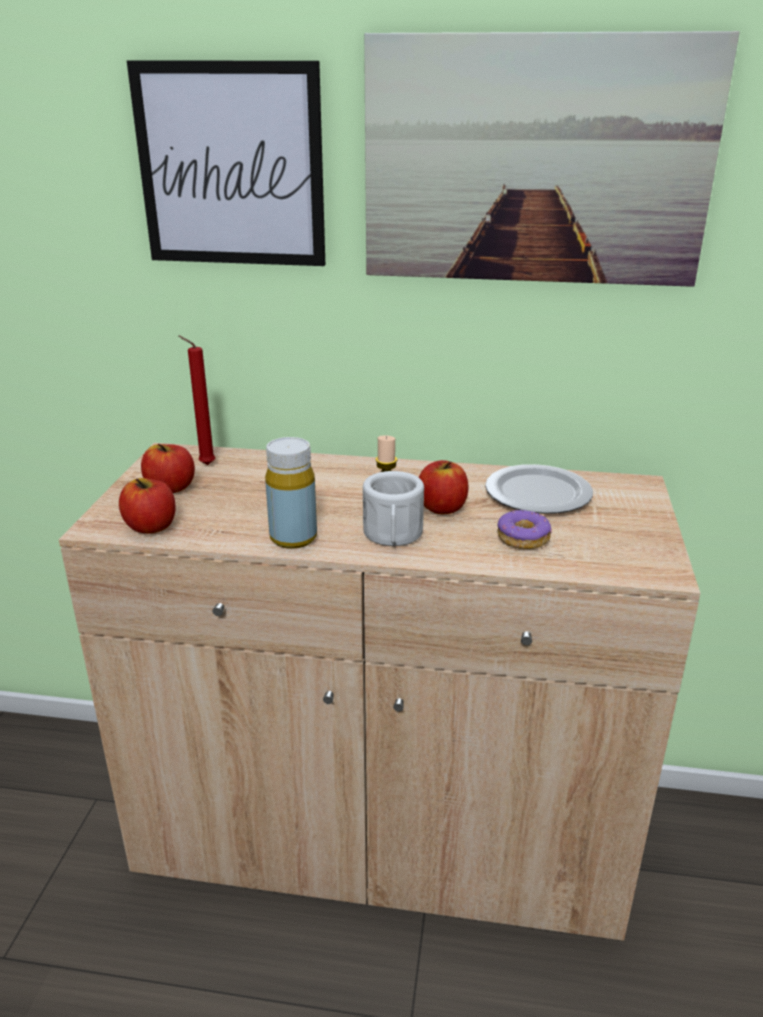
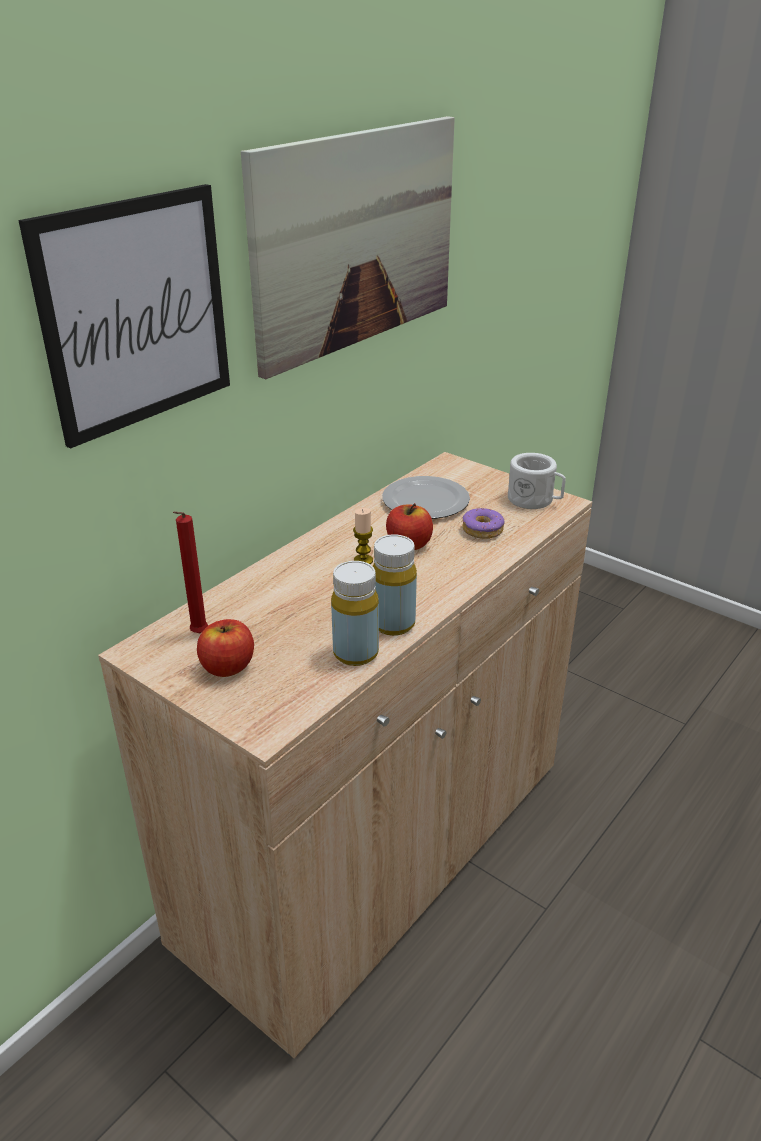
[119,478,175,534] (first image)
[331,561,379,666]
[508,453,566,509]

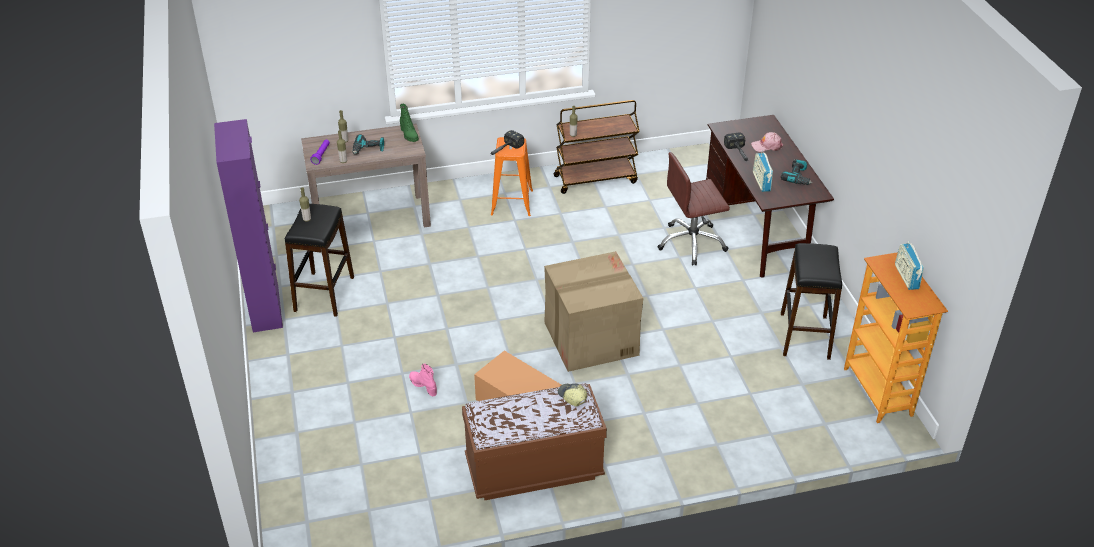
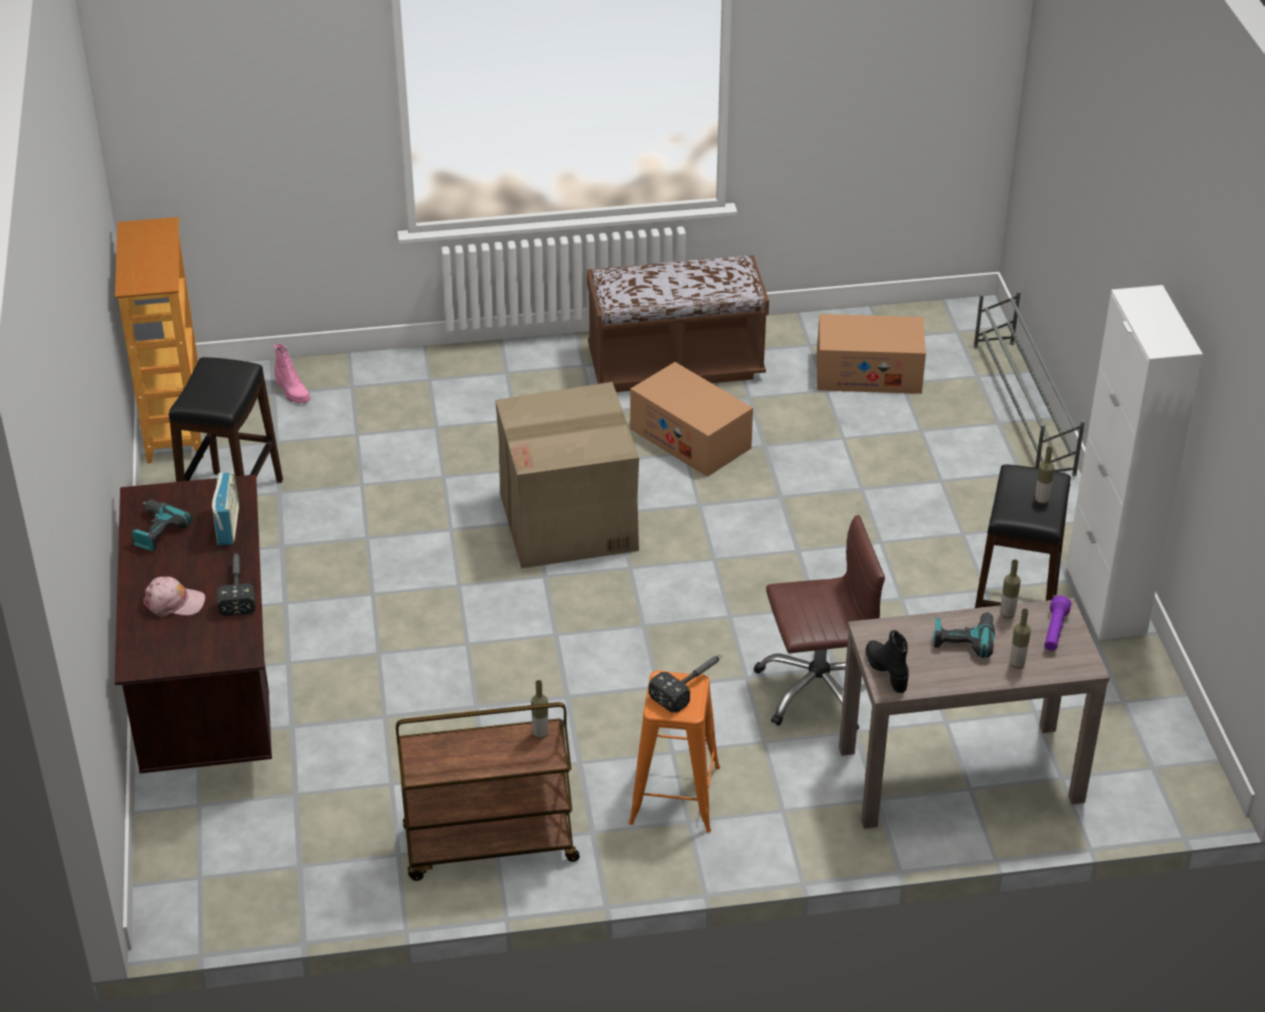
[558,384,587,407] (first image)
[895,241,924,290] (first image)
[817,314,926,394]
[973,291,1085,476]
[274,343,311,403]
[753,515,885,730]
[1066,285,1203,640]
[866,630,909,693]

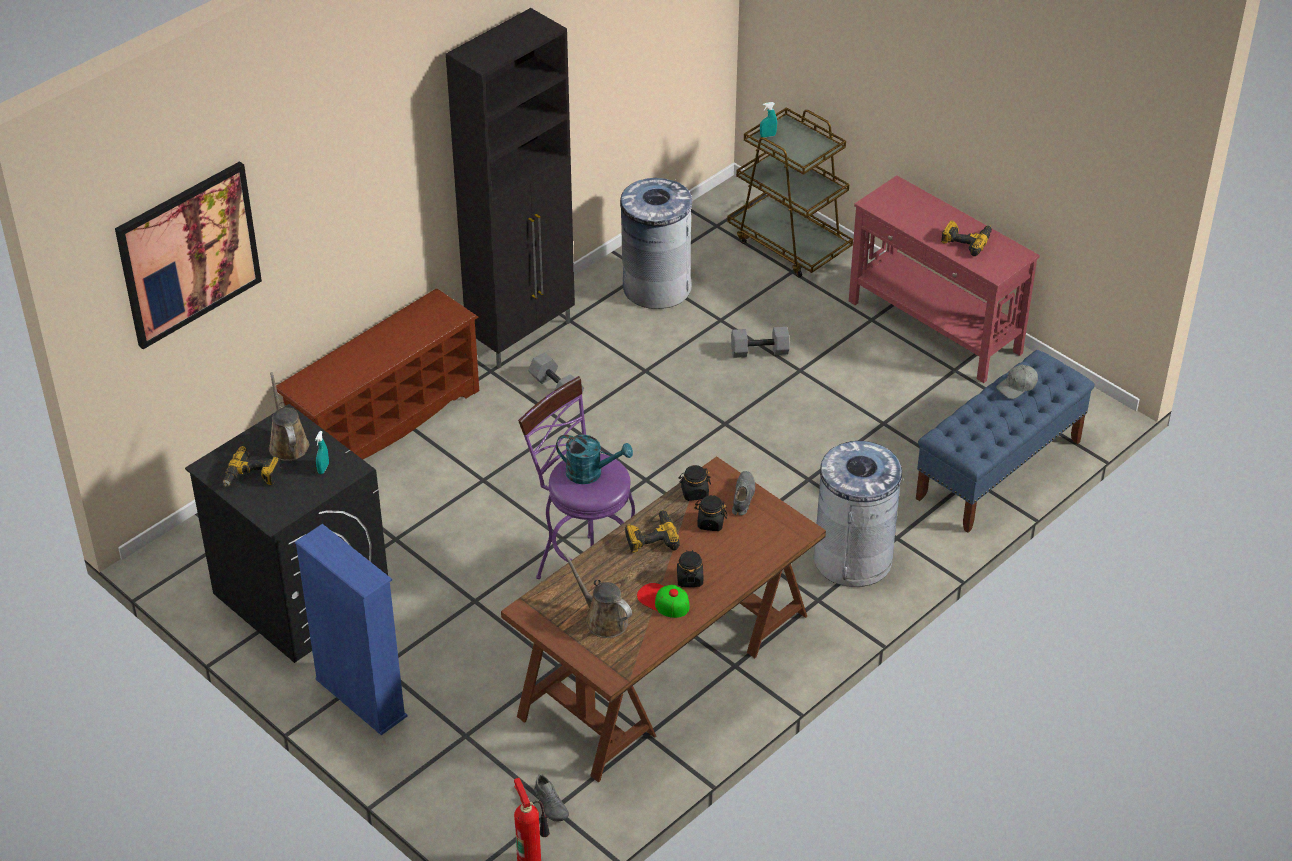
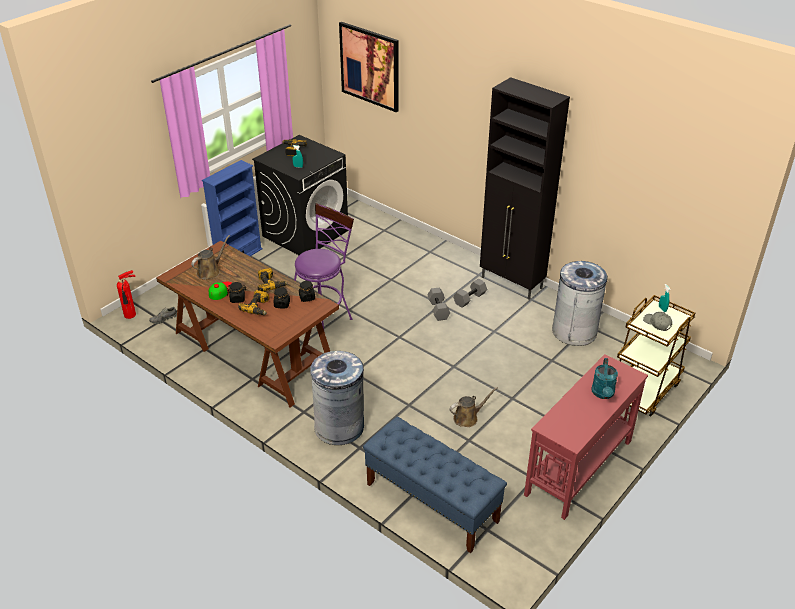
[276,289,479,459] (first image)
[732,471,755,515] (first image)
[449,387,498,427]
[592,358,618,399]
[427,288,450,321]
[238,290,269,315]
[643,312,672,331]

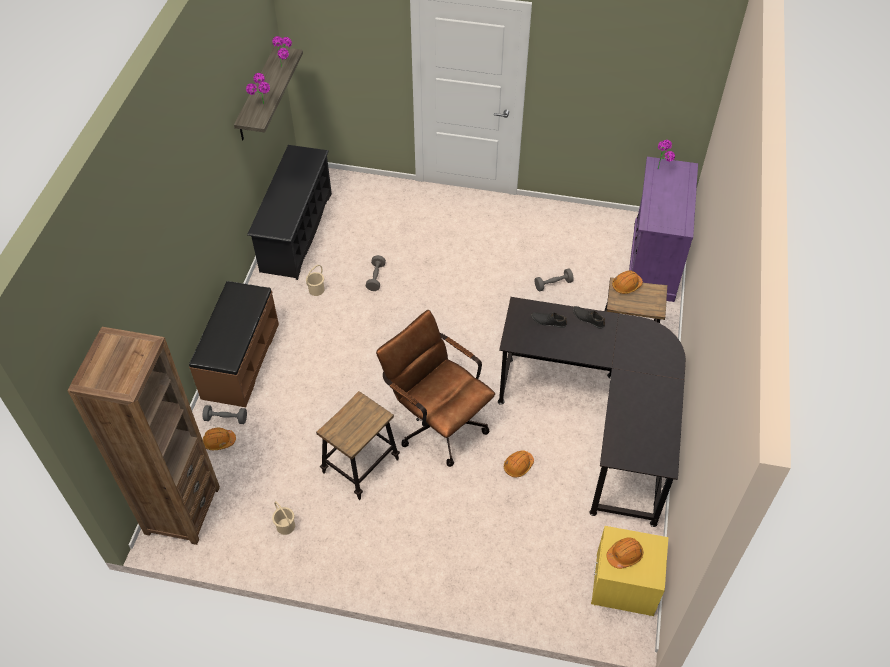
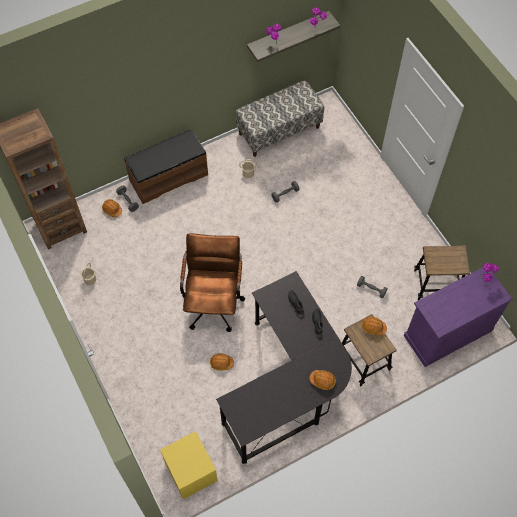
[414,245,470,300]
[309,370,336,390]
[236,80,324,157]

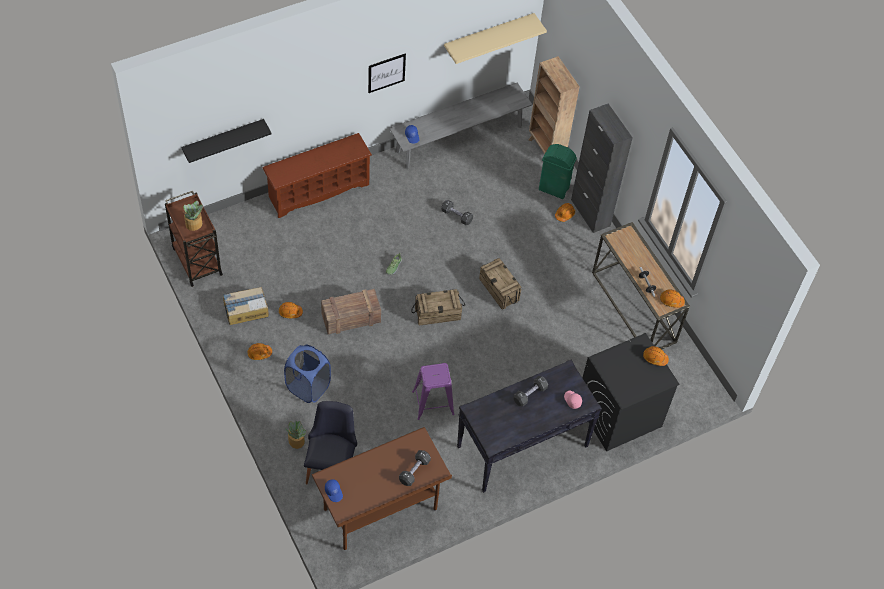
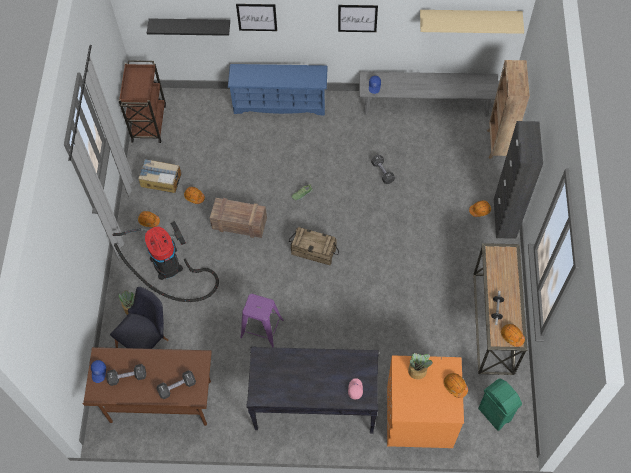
[479,258,521,309] (first image)
[236,4,277,31]
[408,353,433,379]
[106,364,146,386]
[478,379,522,431]
[113,221,219,302]
[228,64,328,116]
[387,356,464,448]

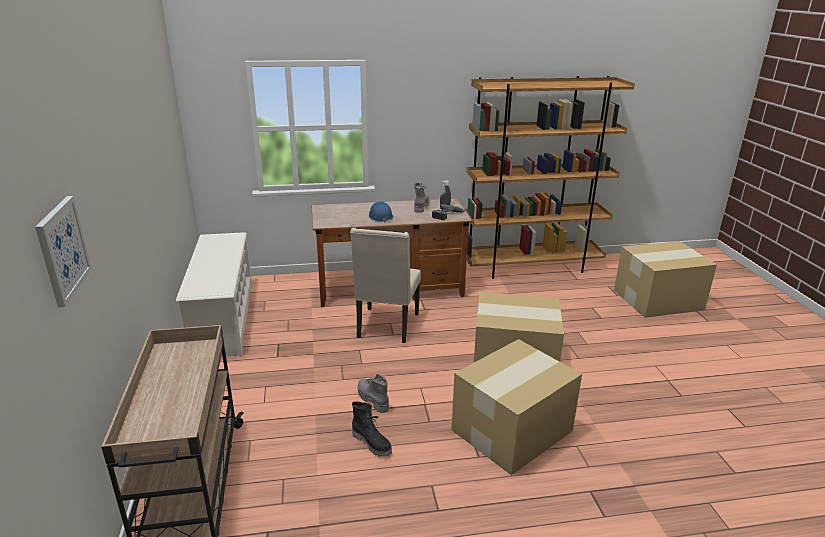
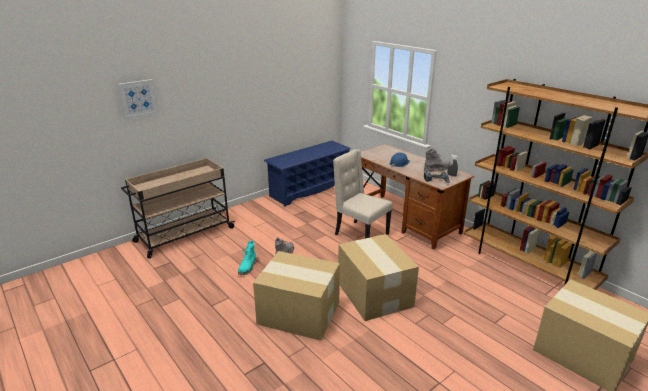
[264,141,351,207]
[238,241,256,275]
[333,149,392,238]

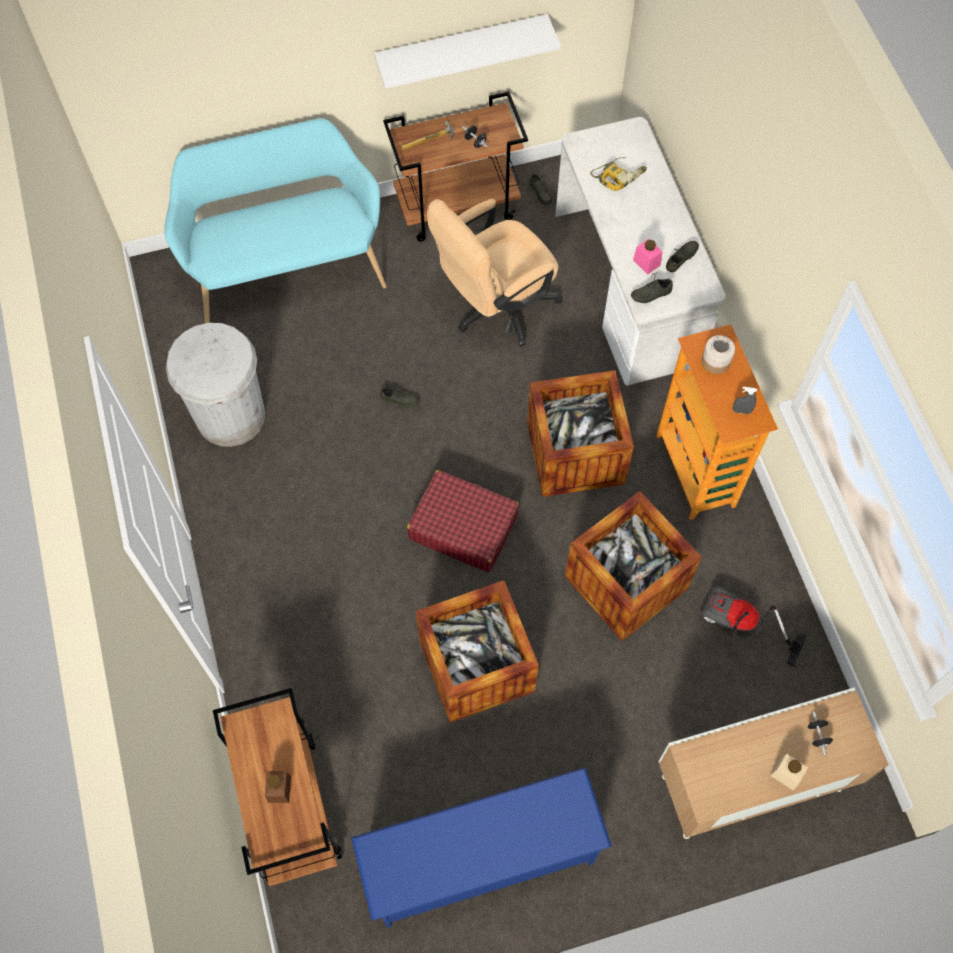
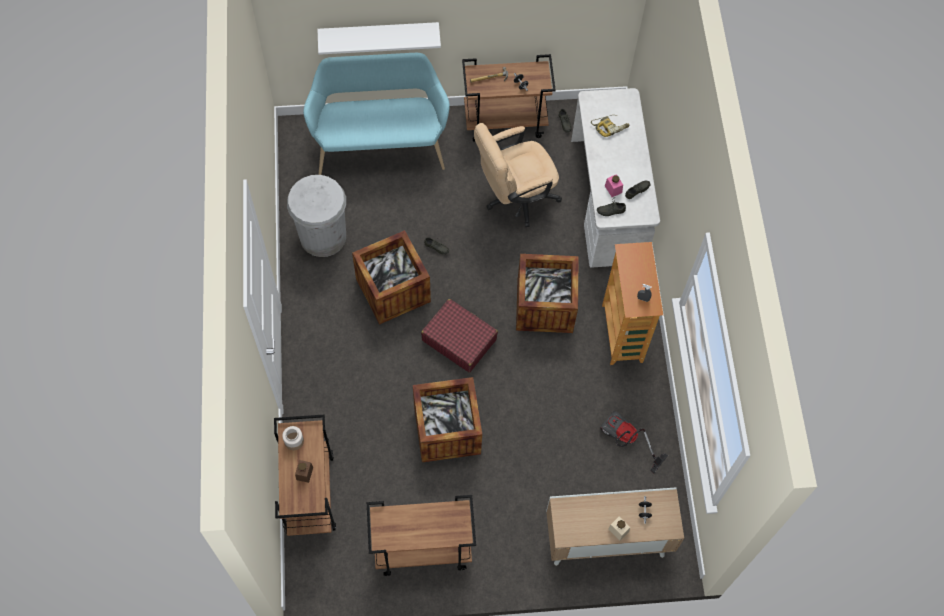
[317,22,441,55]
[352,230,431,325]
[282,426,304,450]
[367,495,476,576]

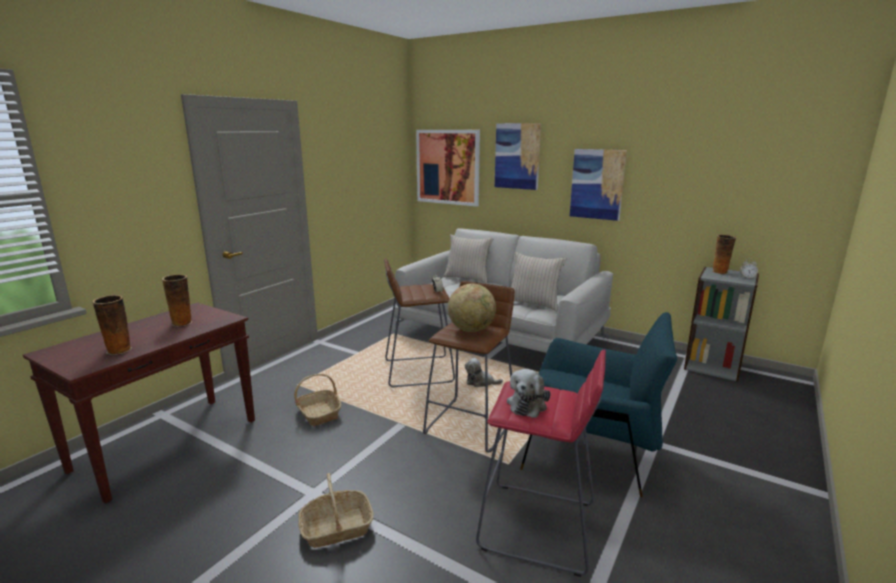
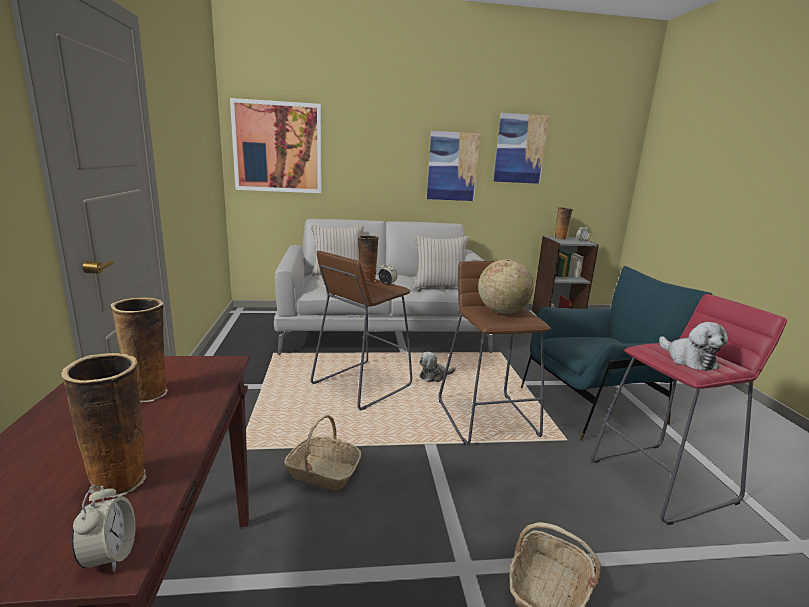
[71,485,136,572]
[357,235,379,283]
[494,113,549,184]

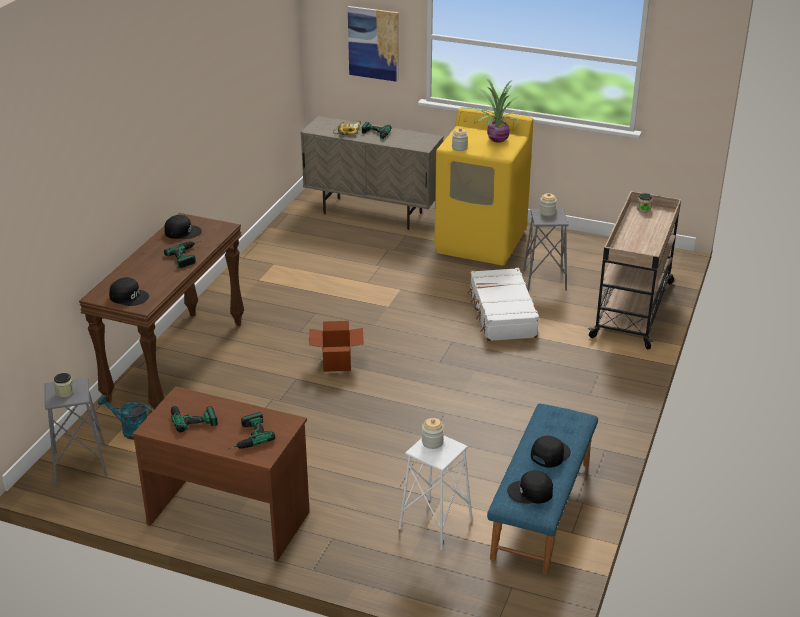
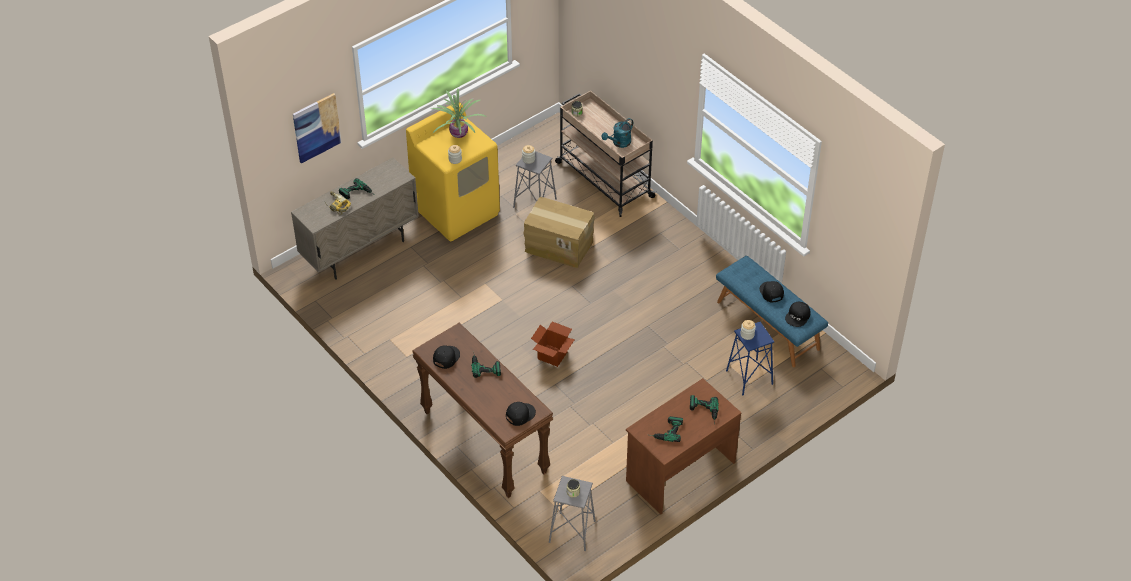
[602,118,633,148]
[524,197,595,268]
[726,322,774,396]

